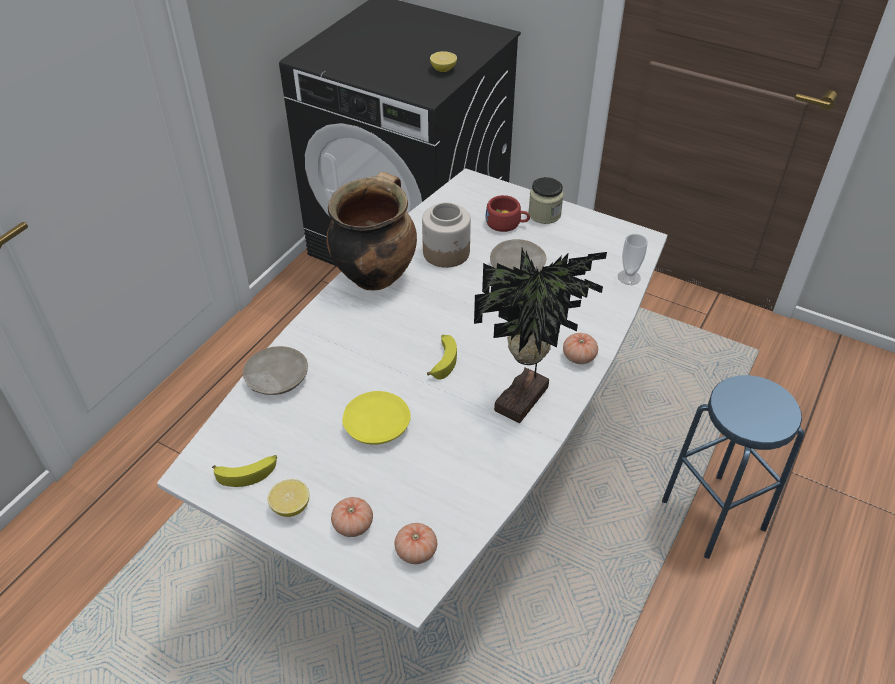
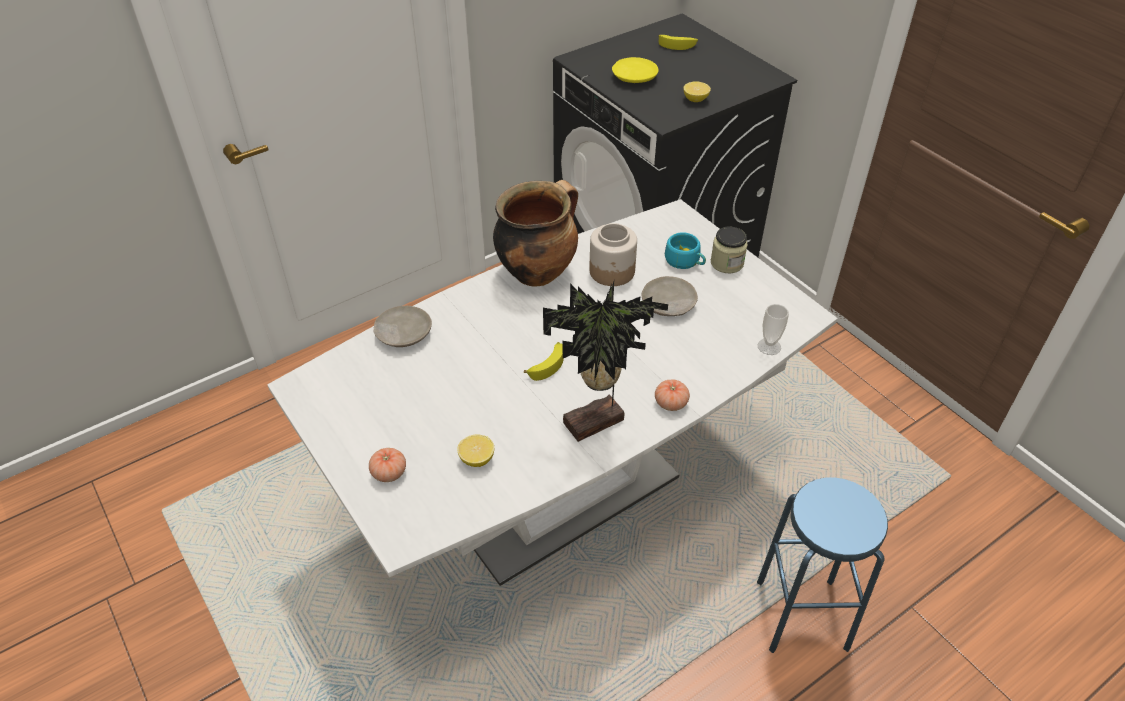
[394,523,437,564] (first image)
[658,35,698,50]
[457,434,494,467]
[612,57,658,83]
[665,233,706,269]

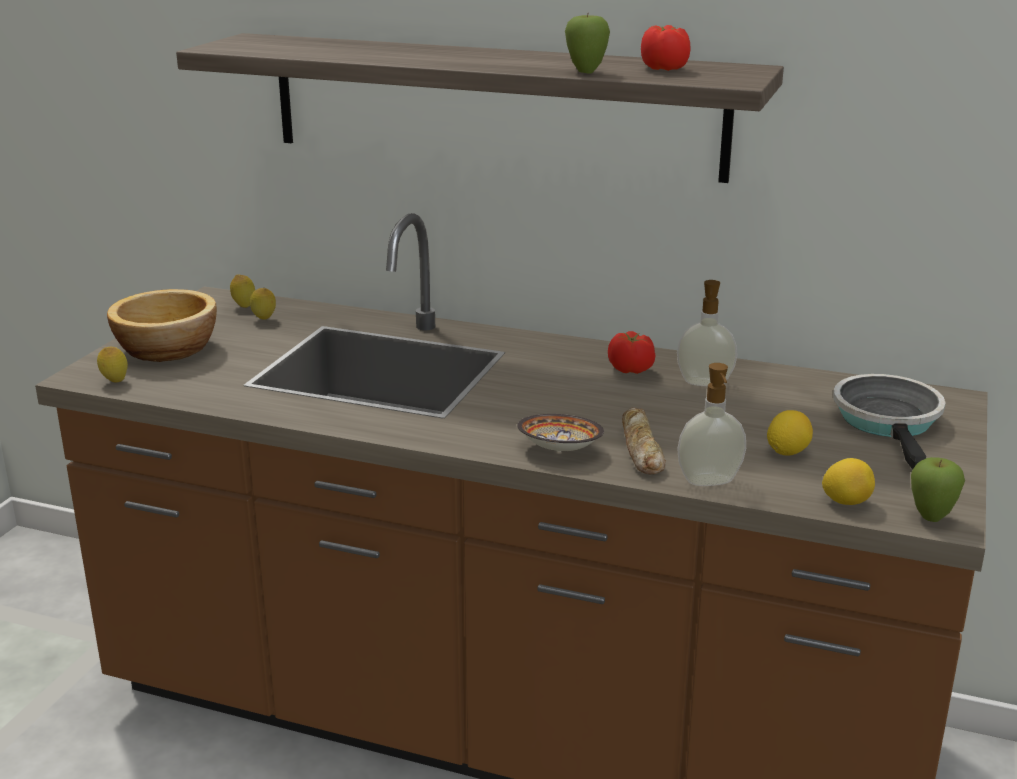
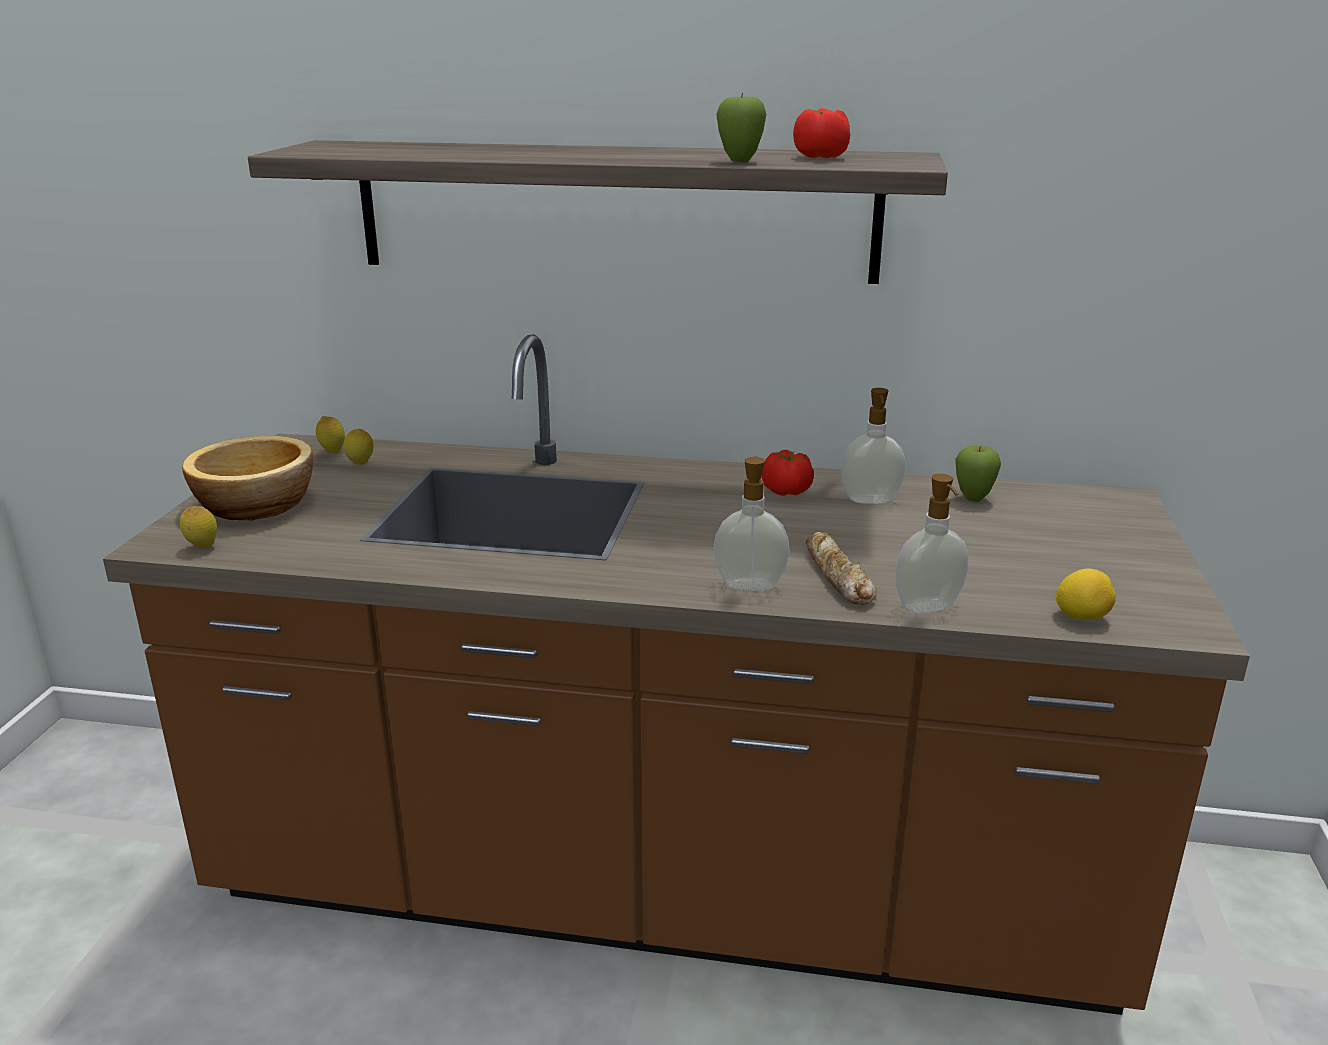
[767,410,813,456] (first image)
[833,374,946,470] (first image)
[955,446,1001,502]
[714,456,790,591]

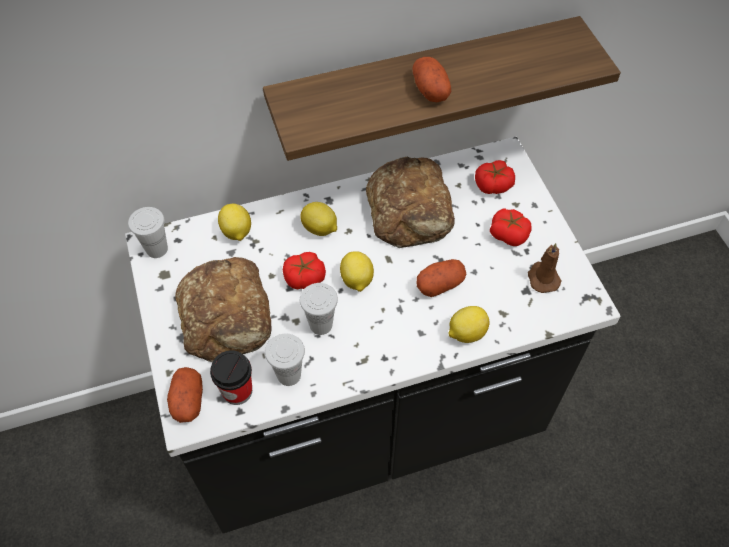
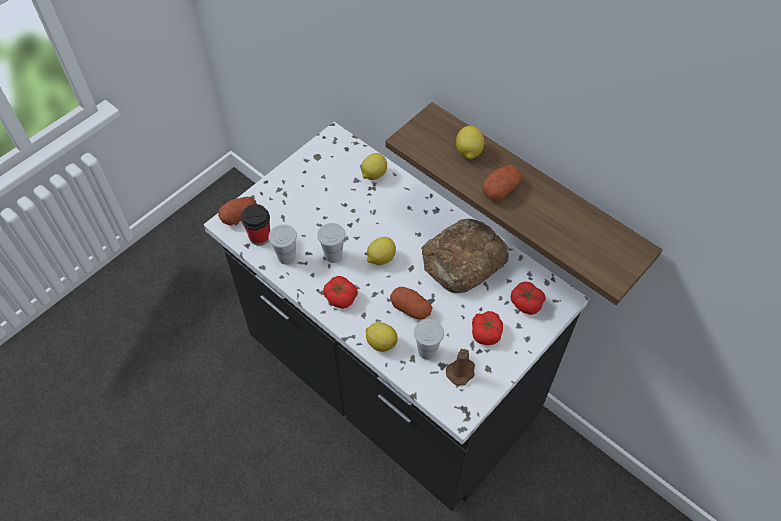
[175,257,272,363] (first image)
[414,319,444,360]
[323,276,358,309]
[456,126,484,160]

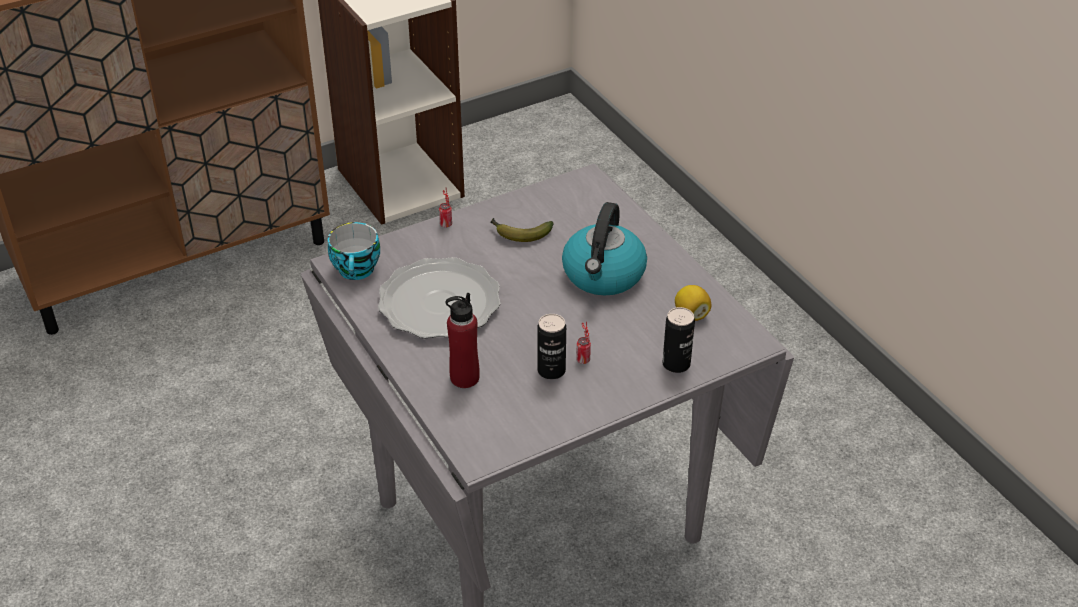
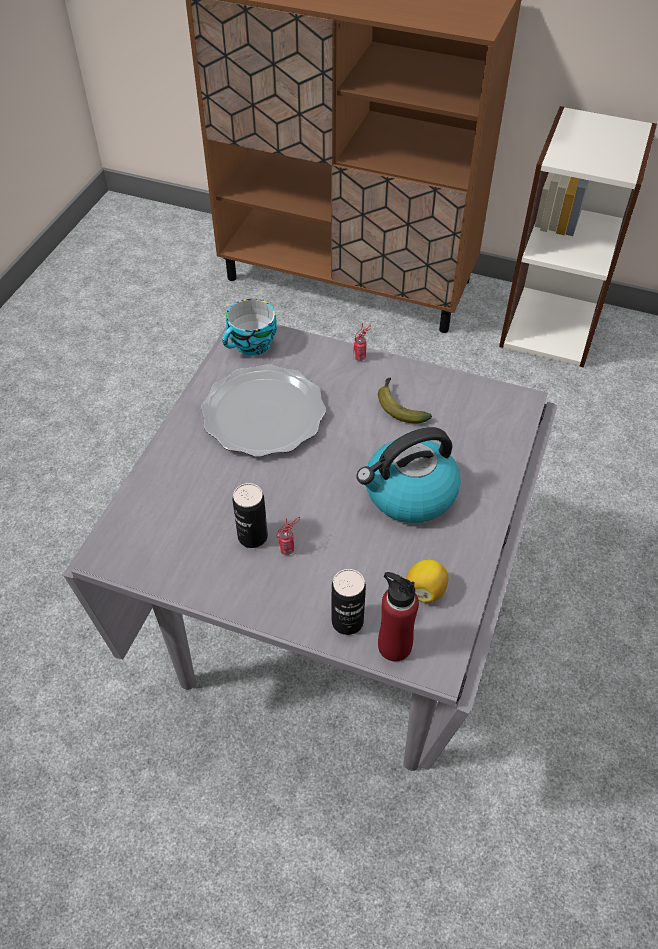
[378,572,419,662]

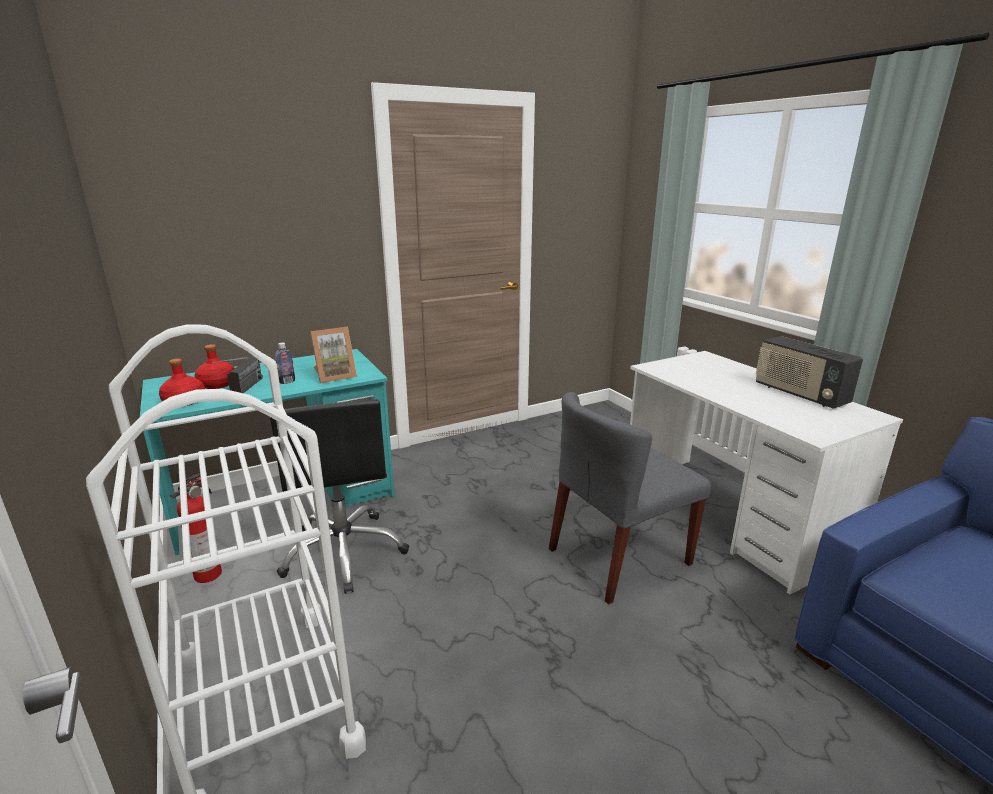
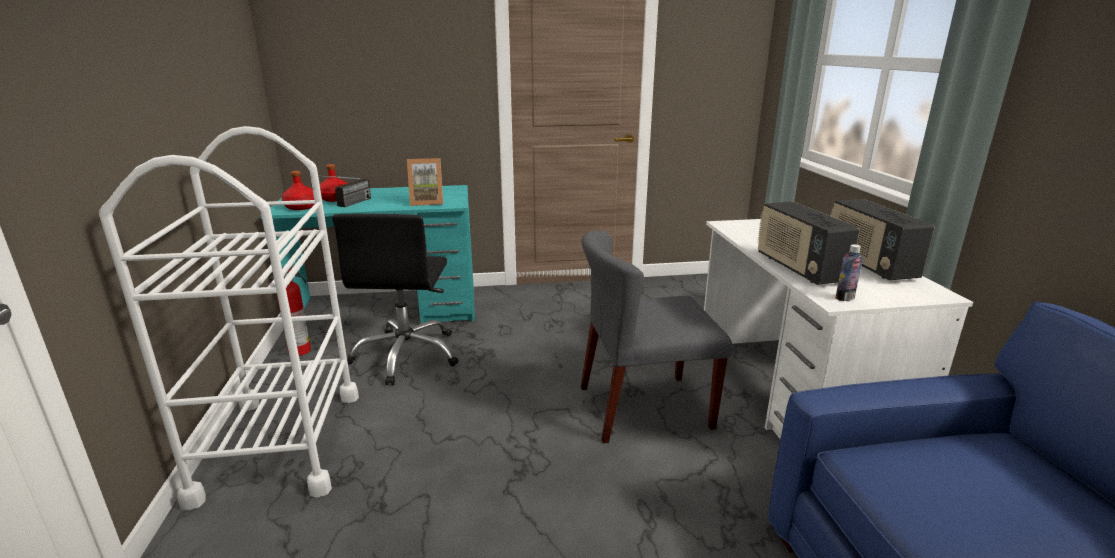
[757,201,860,285]
[835,244,863,301]

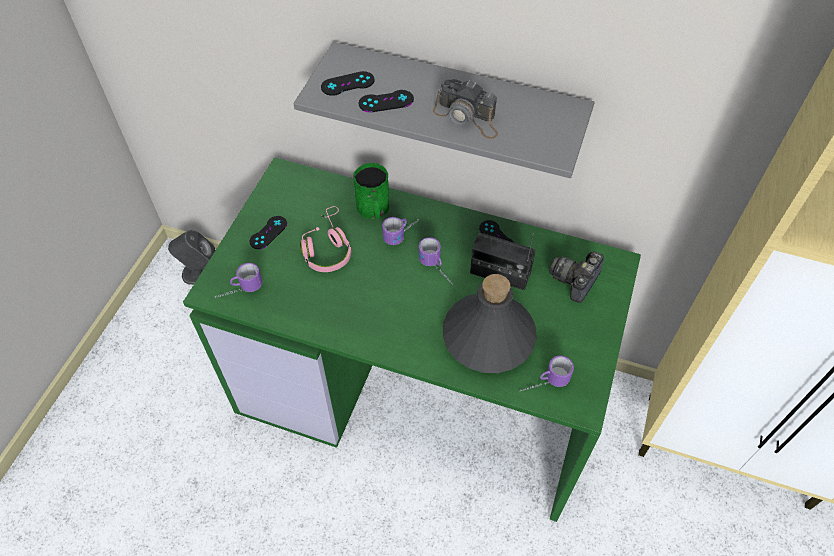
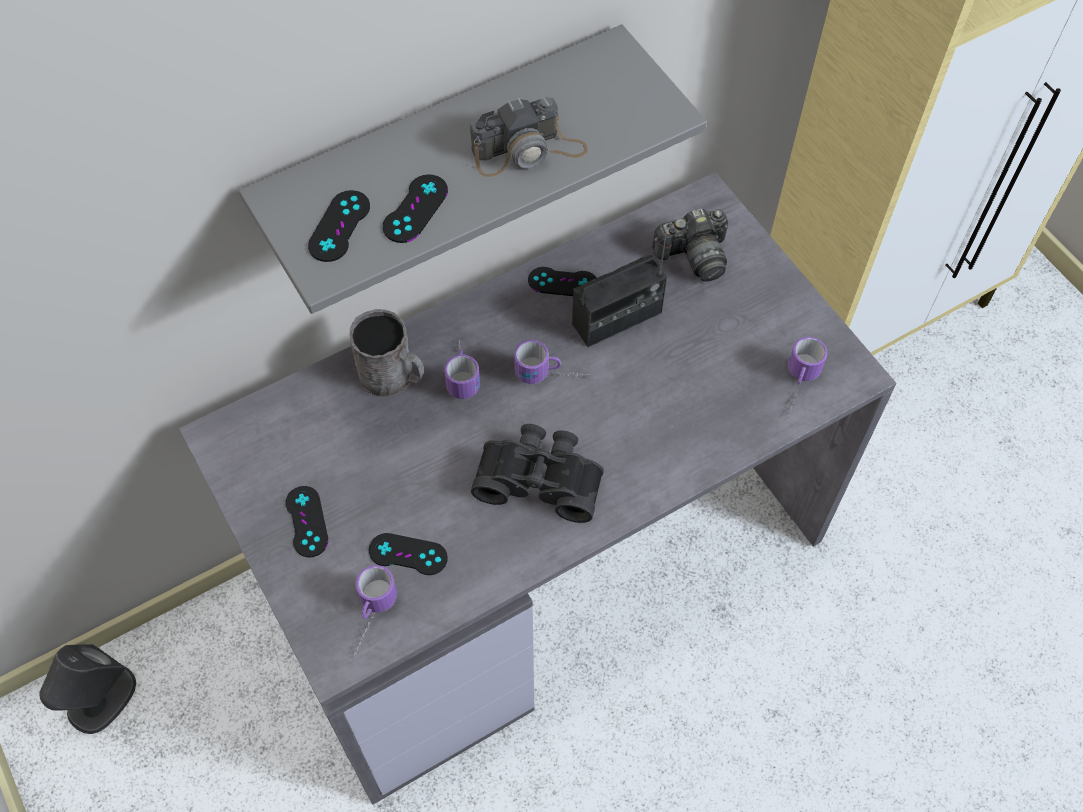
[300,206,351,272] (first image)
[443,274,537,373] (first image)
[369,533,448,575]
[471,424,604,523]
[179,172,897,805]
[350,309,424,397]
[652,209,728,282]

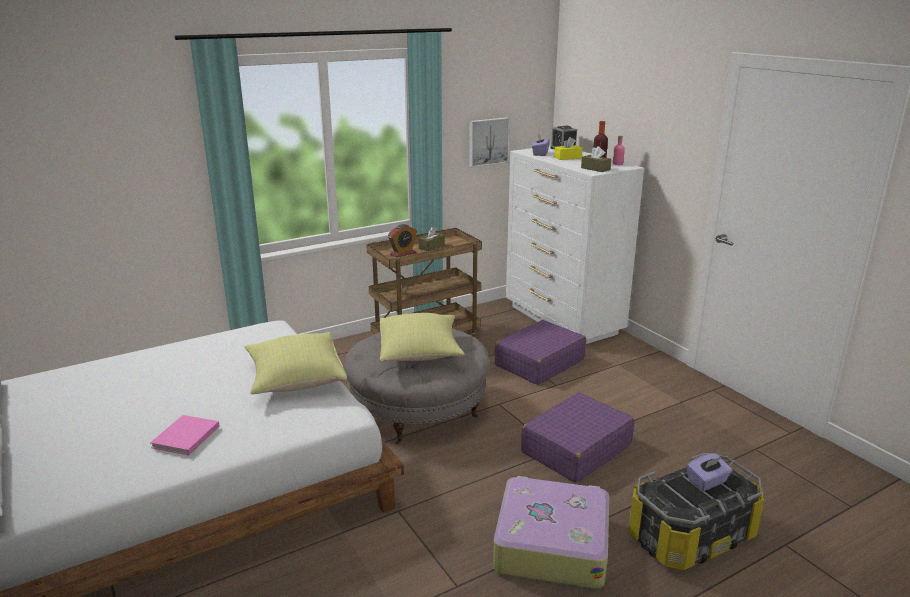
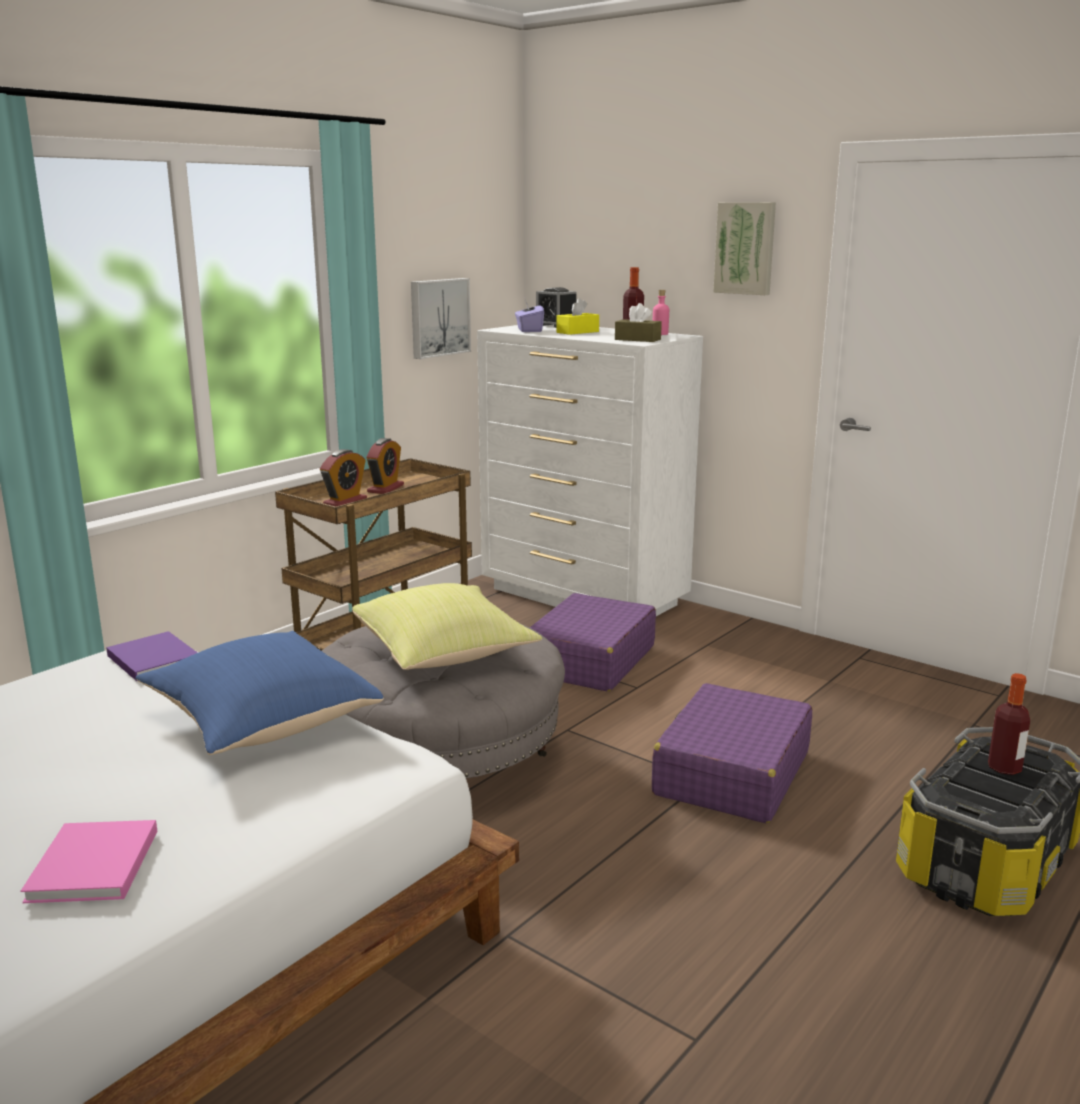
[493,476,609,589] (first image)
[106,631,198,681]
[713,202,776,295]
[367,438,404,494]
[988,673,1030,775]
[135,631,384,755]

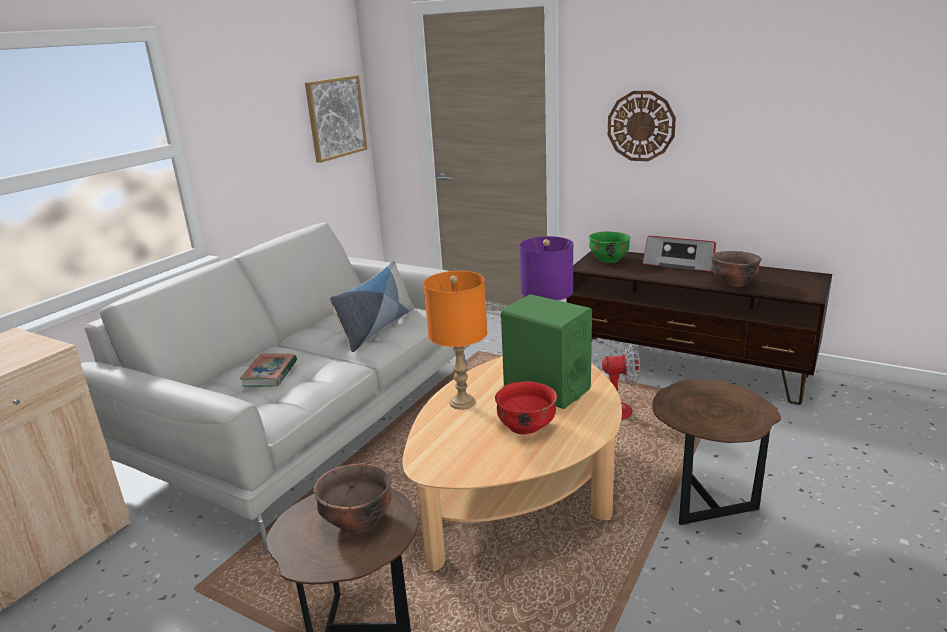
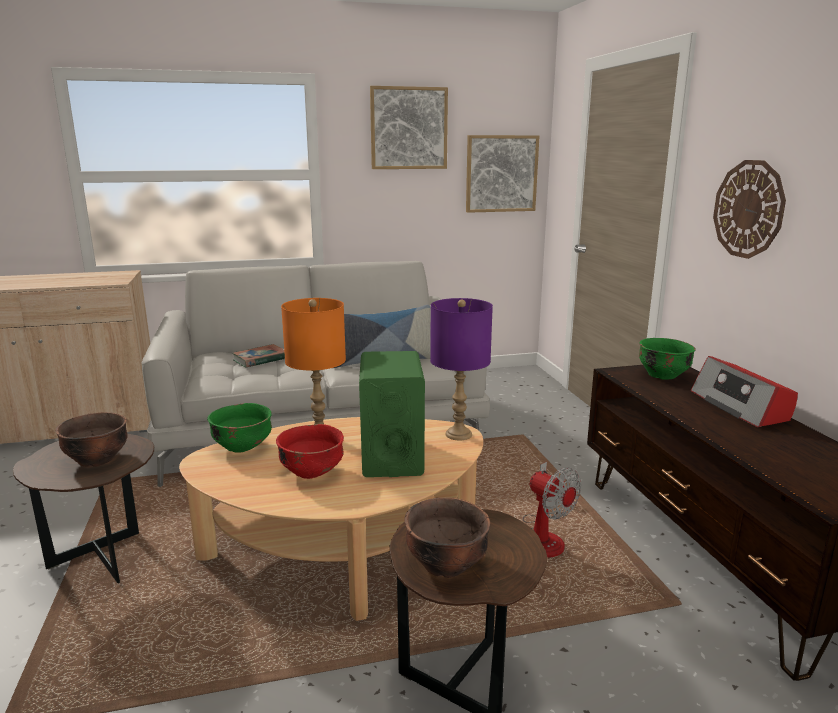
[207,403,272,453]
[370,86,448,169]
[404,497,490,578]

